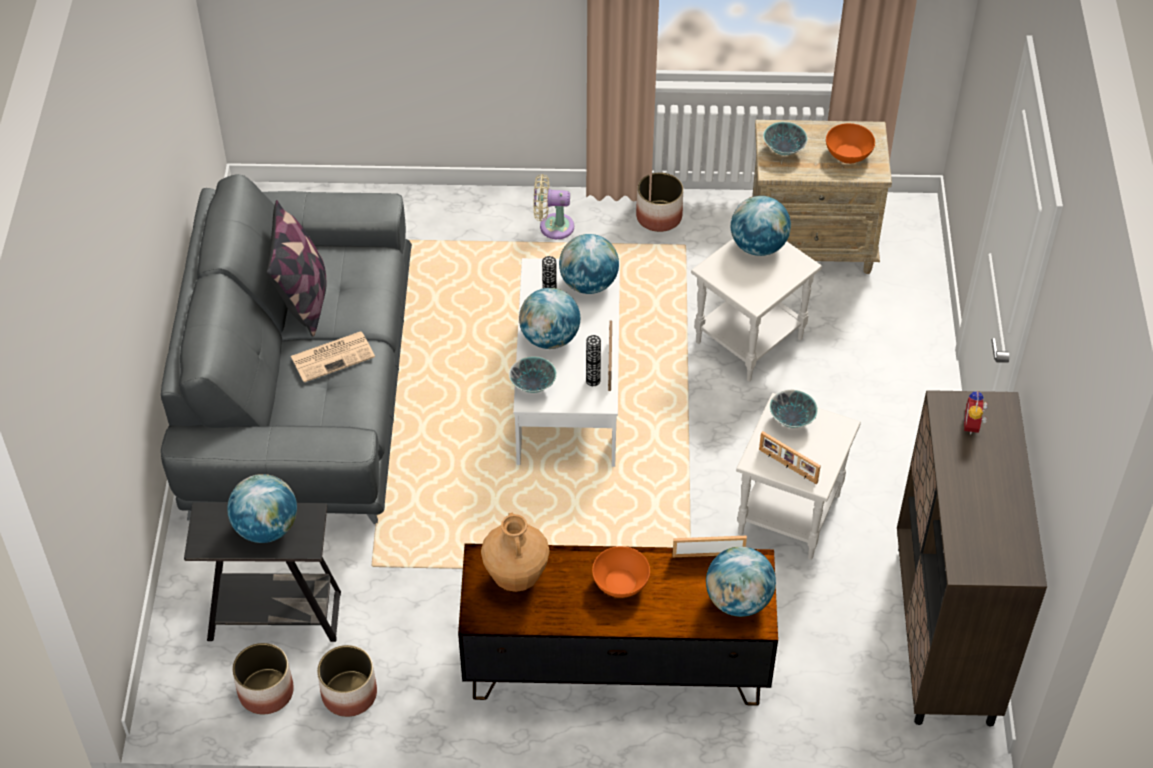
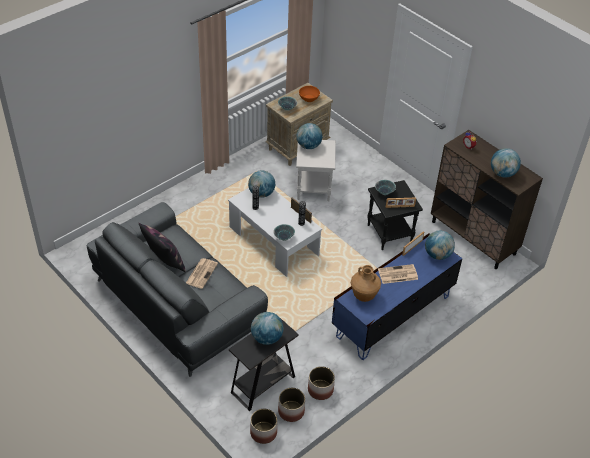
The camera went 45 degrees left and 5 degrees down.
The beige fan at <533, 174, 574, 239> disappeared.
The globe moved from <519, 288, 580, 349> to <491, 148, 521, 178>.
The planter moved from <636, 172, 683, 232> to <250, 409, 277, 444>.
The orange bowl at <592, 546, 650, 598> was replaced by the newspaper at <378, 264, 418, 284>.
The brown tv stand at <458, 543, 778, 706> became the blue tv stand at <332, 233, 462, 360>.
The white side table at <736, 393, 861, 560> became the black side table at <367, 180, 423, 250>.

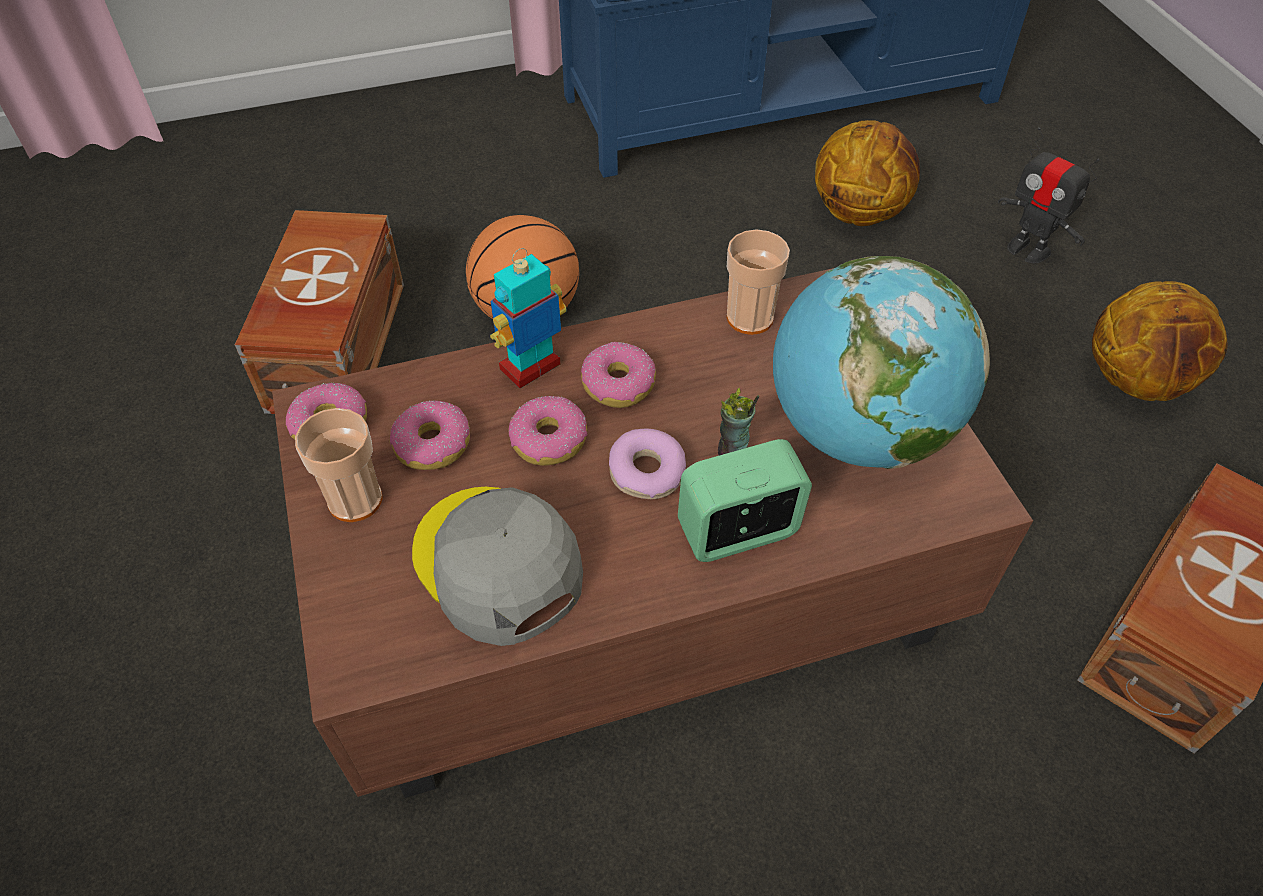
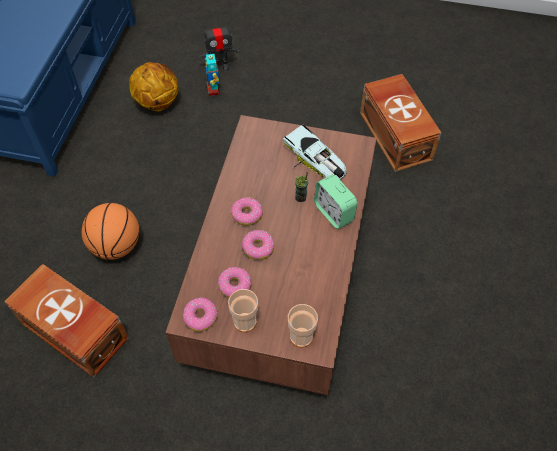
The camera went 60 degrees left and 5 degrees up.
The grey cap at <412, 487, 583, 646> disappeared.
The donut at <609, 429, 686, 499> disappeared.
The basketball at <1092, 281, 1228, 401> disappeared.
The toy robot moved from <490, 248, 567, 388> to <205, 54, 219, 96>.
The cup moved from <727, 229, 790, 335> to <288, 304, 318, 348>.
The globe at <773, 256, 990, 469> was replaced by the toy car at <283, 124, 347, 180>.
The alarm clock at <678, 439, 812, 562> turned 45 degrees counterclockwise.

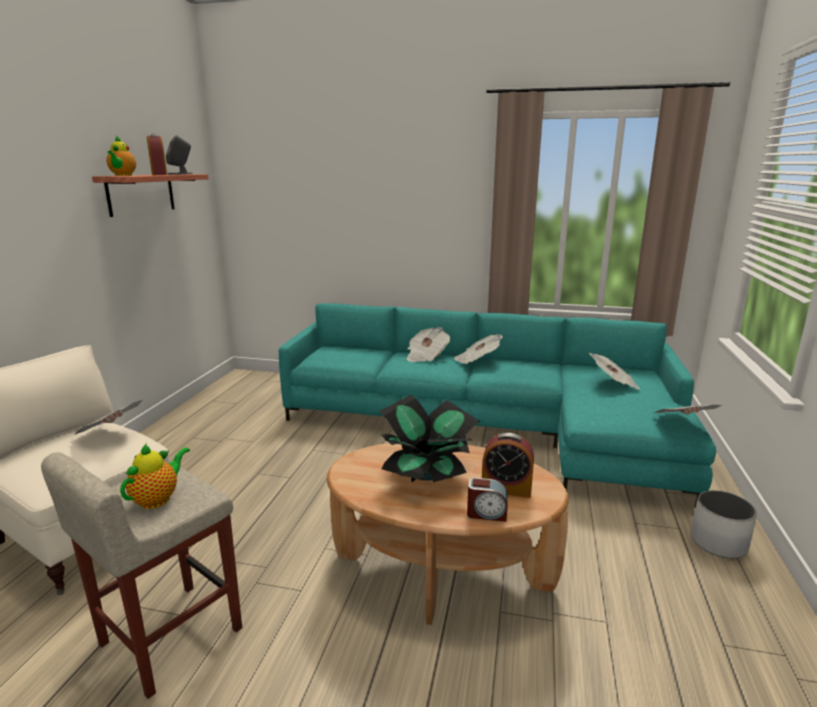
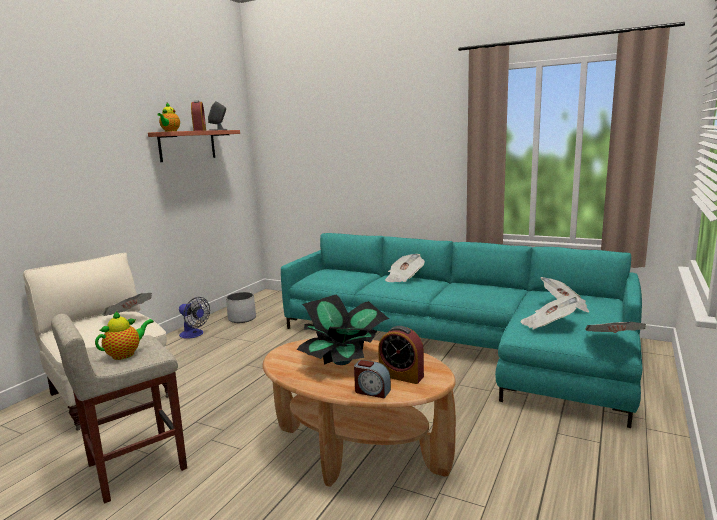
The camera went 15 degrees right and 5 degrees down.
The fan at <179, 297, 210, 339> appeared.
The newspaper moved from <454, 334, 503, 364> to <521, 296, 580, 329>.
The white planter moved from <690, 490, 757, 558> to <226, 292, 256, 323>.

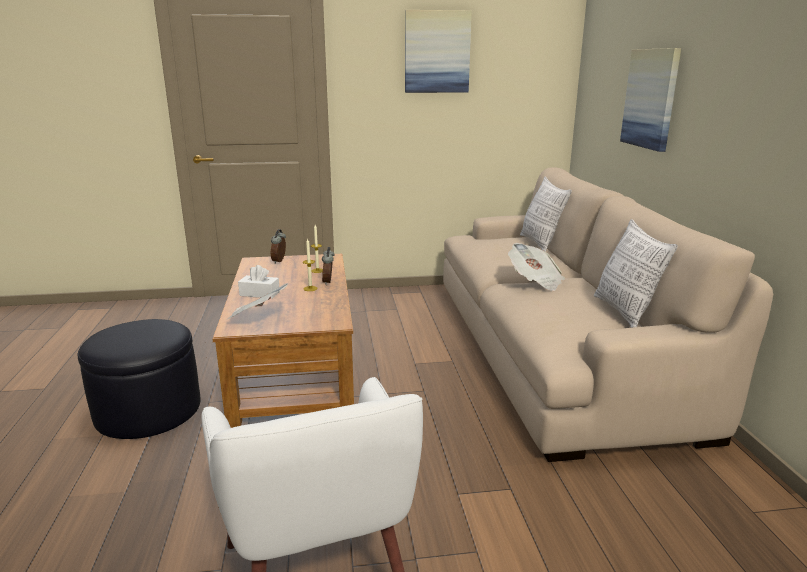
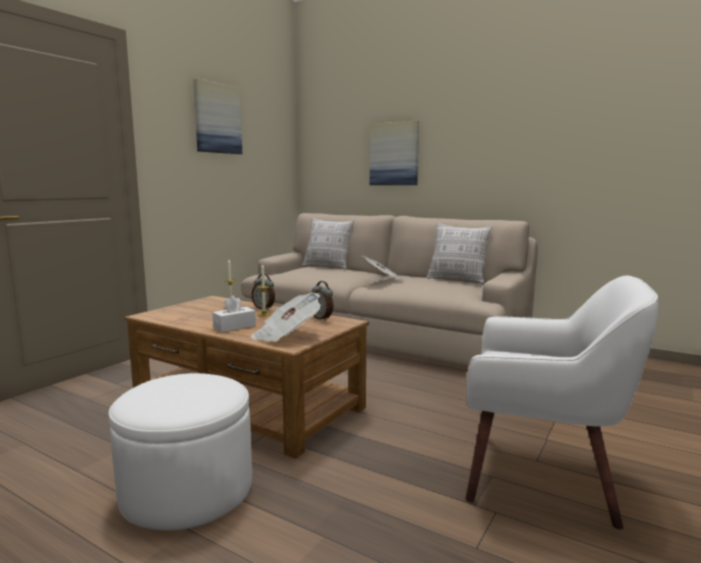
The camera went 50 degrees left and 10 degrees down.
The alarm clock moved from <271, 229, 286, 264> to <312, 281, 333, 321>.
The black ottoman at <78, 319, 200, 439> became the white ottoman at <108, 373, 252, 530>.

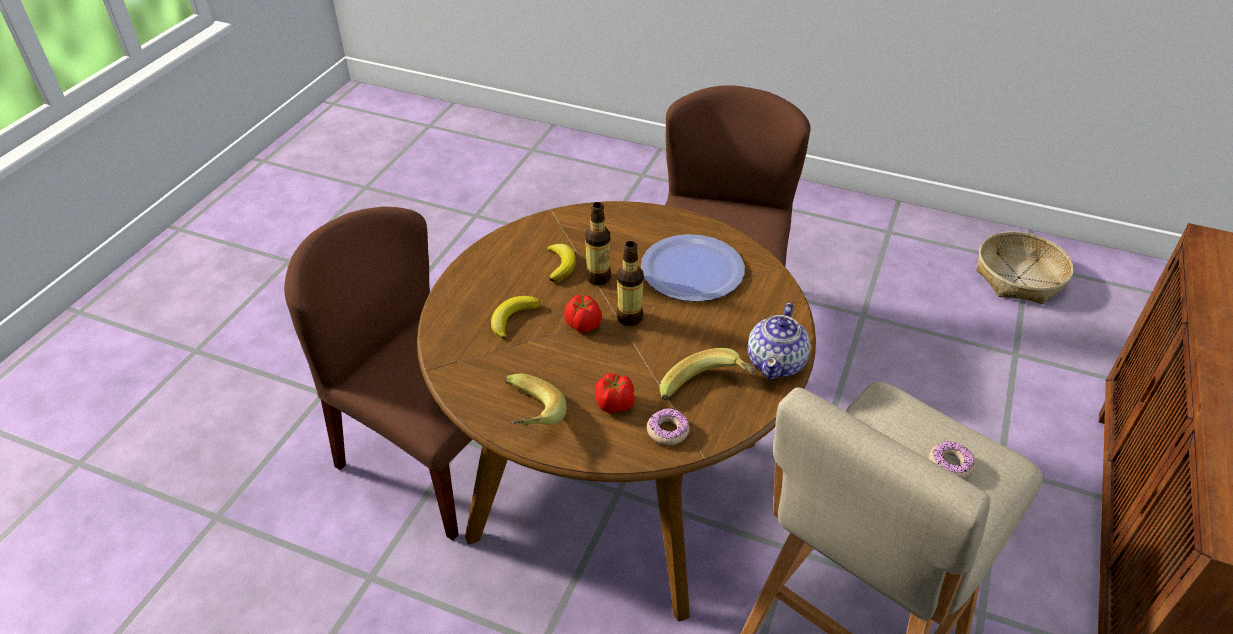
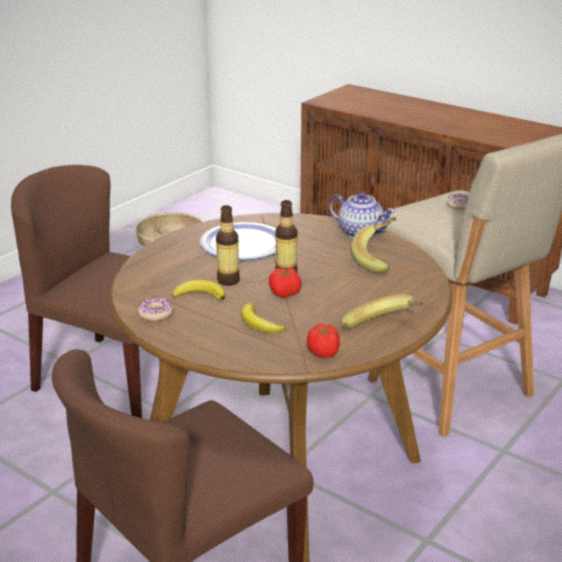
The camera went 75 degrees left and 15 degrees down.
The tomato moved from <595, 373, 635, 413> to <307, 323, 340, 358>.
The donut moved from <647, 408, 690, 445> to <138, 297, 173, 321>.

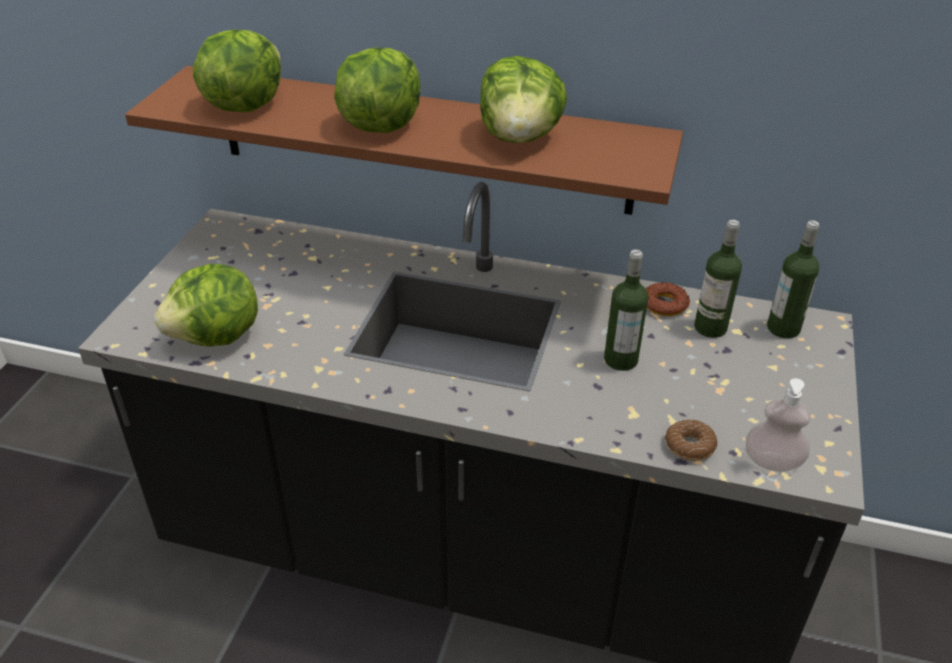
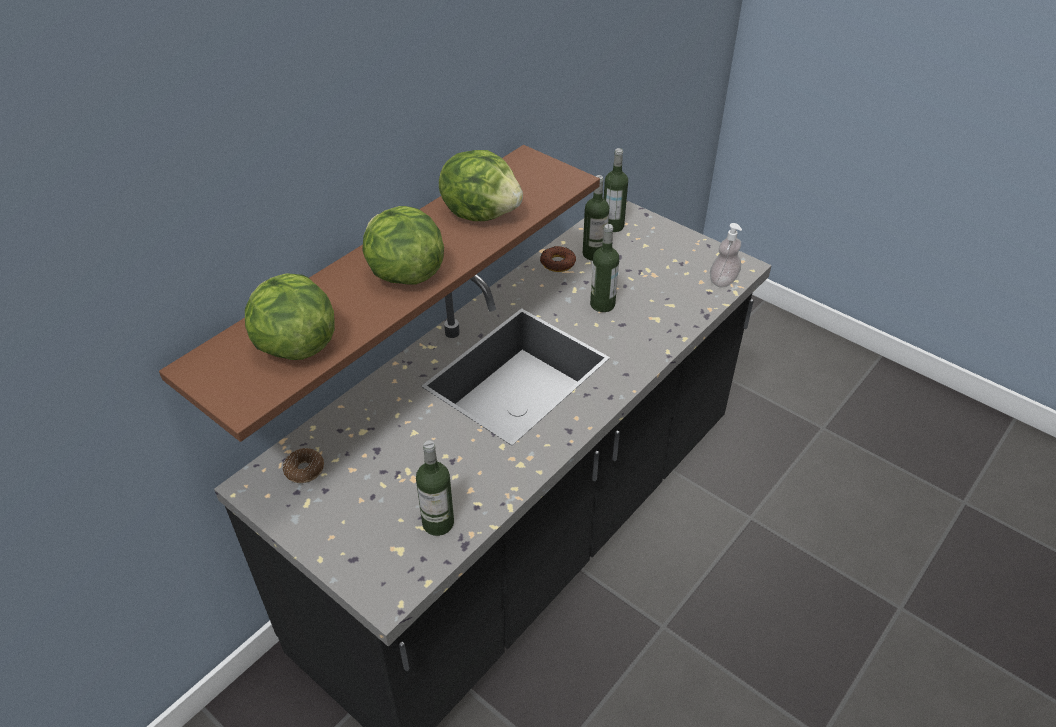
The camera went 65 degrees left and 5 degrees up.
The donut moved from <665, 419, 717, 461> to <283, 448, 324, 483>.
The lettuce at <154, 264, 258, 347> was replaced by the bottle at <416, 440, 454, 536>.

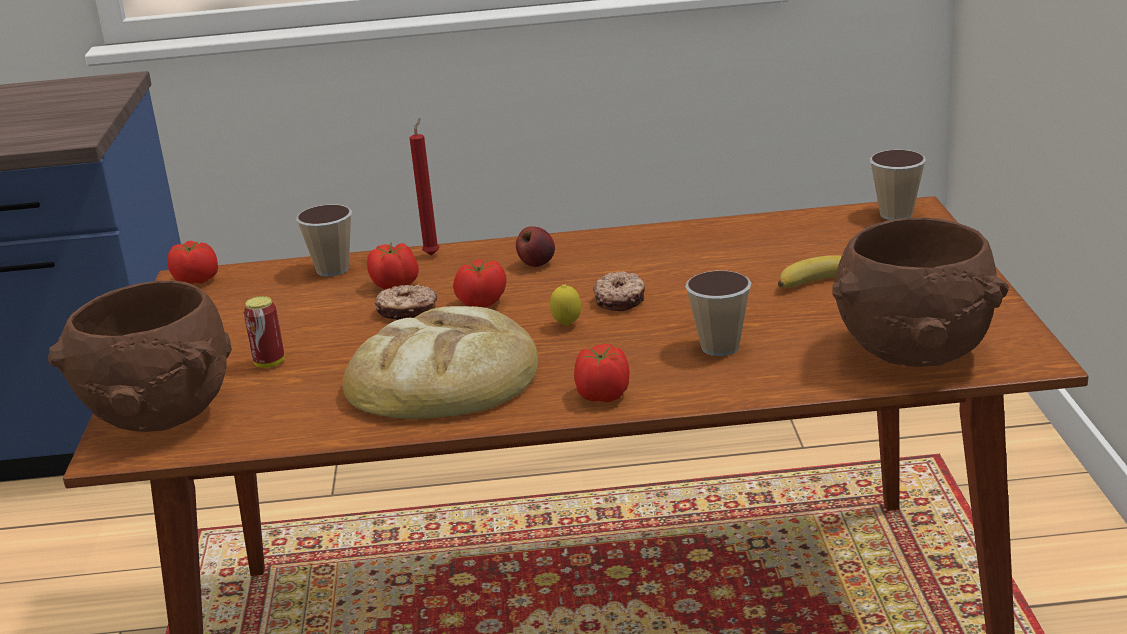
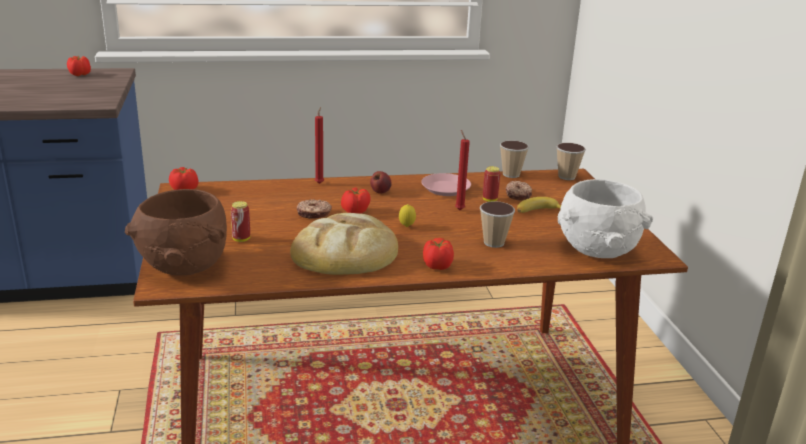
The camera went 10 degrees left and 0 degrees up.
The pink plate at <421, 173, 471, 196> appeared.
The red candle at <455, 130, 470, 210> appeared.
The can at <483, 166, 500, 202> appeared.
The cup moved from <296, 204, 352, 277> to <500, 140, 529, 178>.
The tomato moved from <367, 242, 419, 290> to <67, 56, 91, 76>.
The donut moved from <593, 271, 645, 311> to <506, 181, 532, 201>.
The brown bowl at <832, 218, 1009, 367> became the white bowl at <558, 179, 653, 258>.

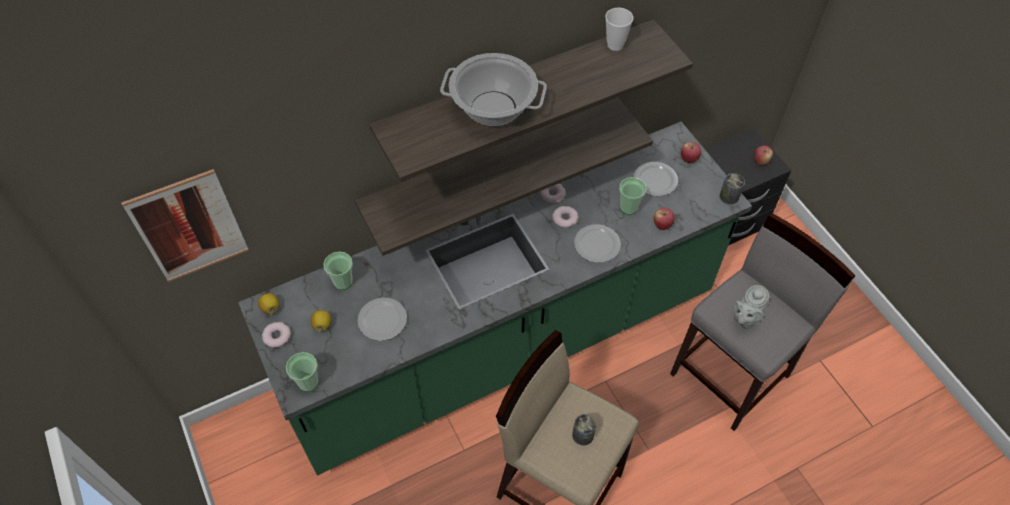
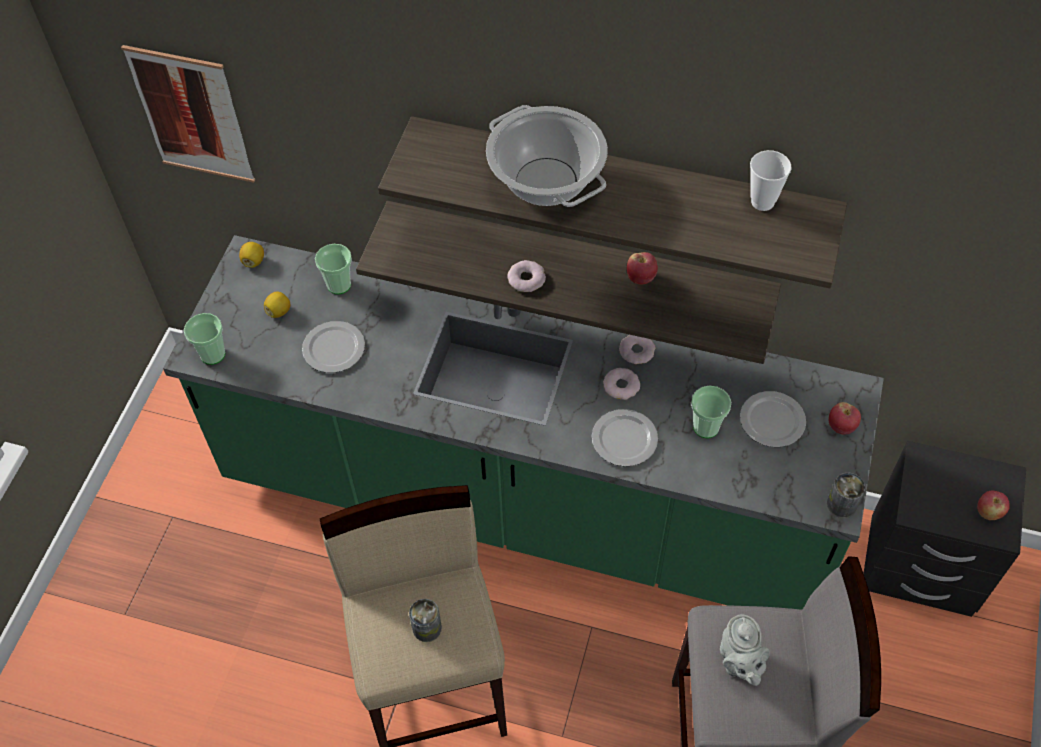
The camera went 45 degrees right and 0 degrees up.
The donut moved from <262, 322, 291, 348> to <507, 260, 546, 292>.
The apple moved from <654, 207, 675, 230> to <627, 252, 658, 285>.
The grey teapot at <733, 285, 769, 329> turned 90 degrees counterclockwise.

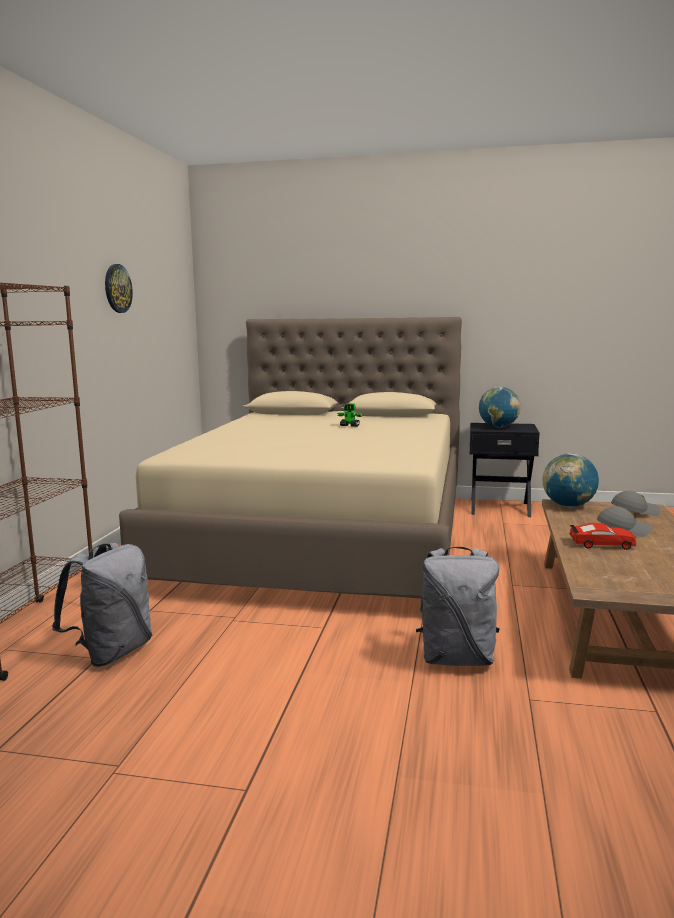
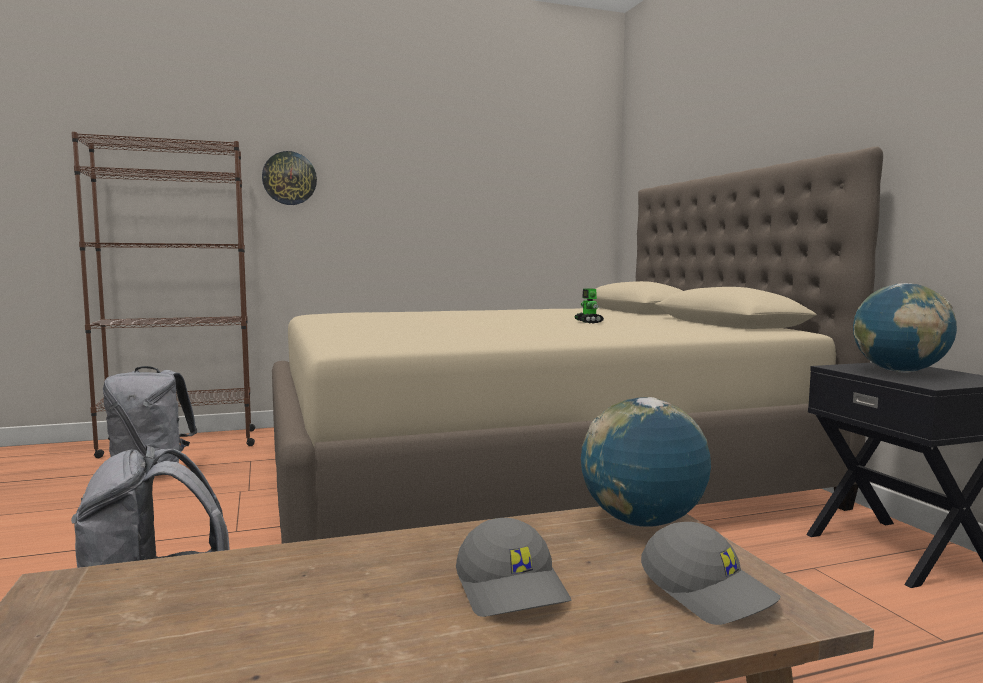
The camera went 60 degrees right and 5 degrees down.
The red toy car at <569, 523, 636, 550> disappeared.
The wall clock moved from <105, 264, 133, 313> to <262, 151, 317, 205>.

